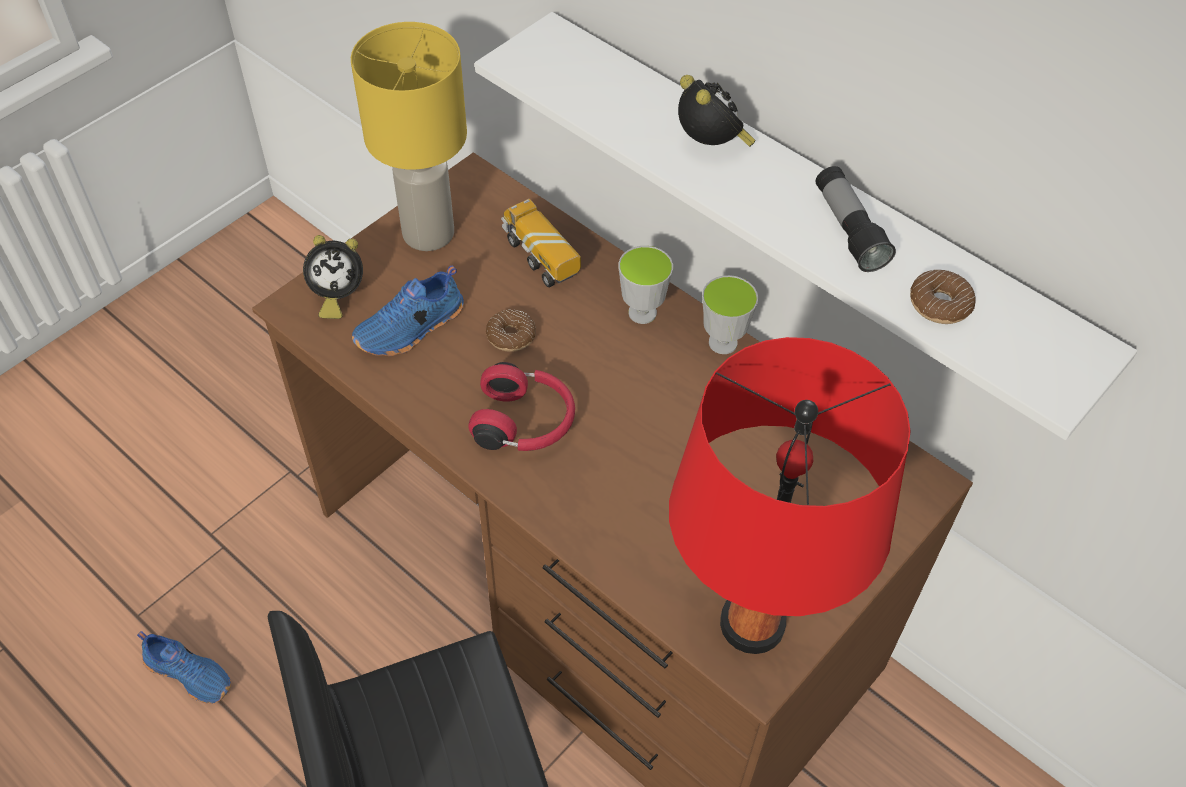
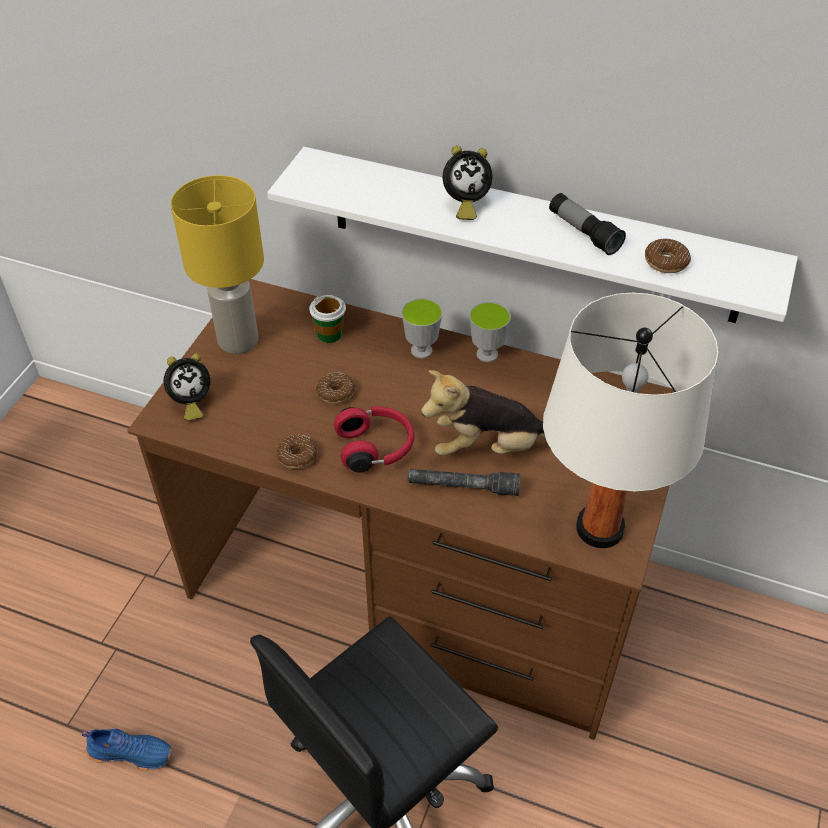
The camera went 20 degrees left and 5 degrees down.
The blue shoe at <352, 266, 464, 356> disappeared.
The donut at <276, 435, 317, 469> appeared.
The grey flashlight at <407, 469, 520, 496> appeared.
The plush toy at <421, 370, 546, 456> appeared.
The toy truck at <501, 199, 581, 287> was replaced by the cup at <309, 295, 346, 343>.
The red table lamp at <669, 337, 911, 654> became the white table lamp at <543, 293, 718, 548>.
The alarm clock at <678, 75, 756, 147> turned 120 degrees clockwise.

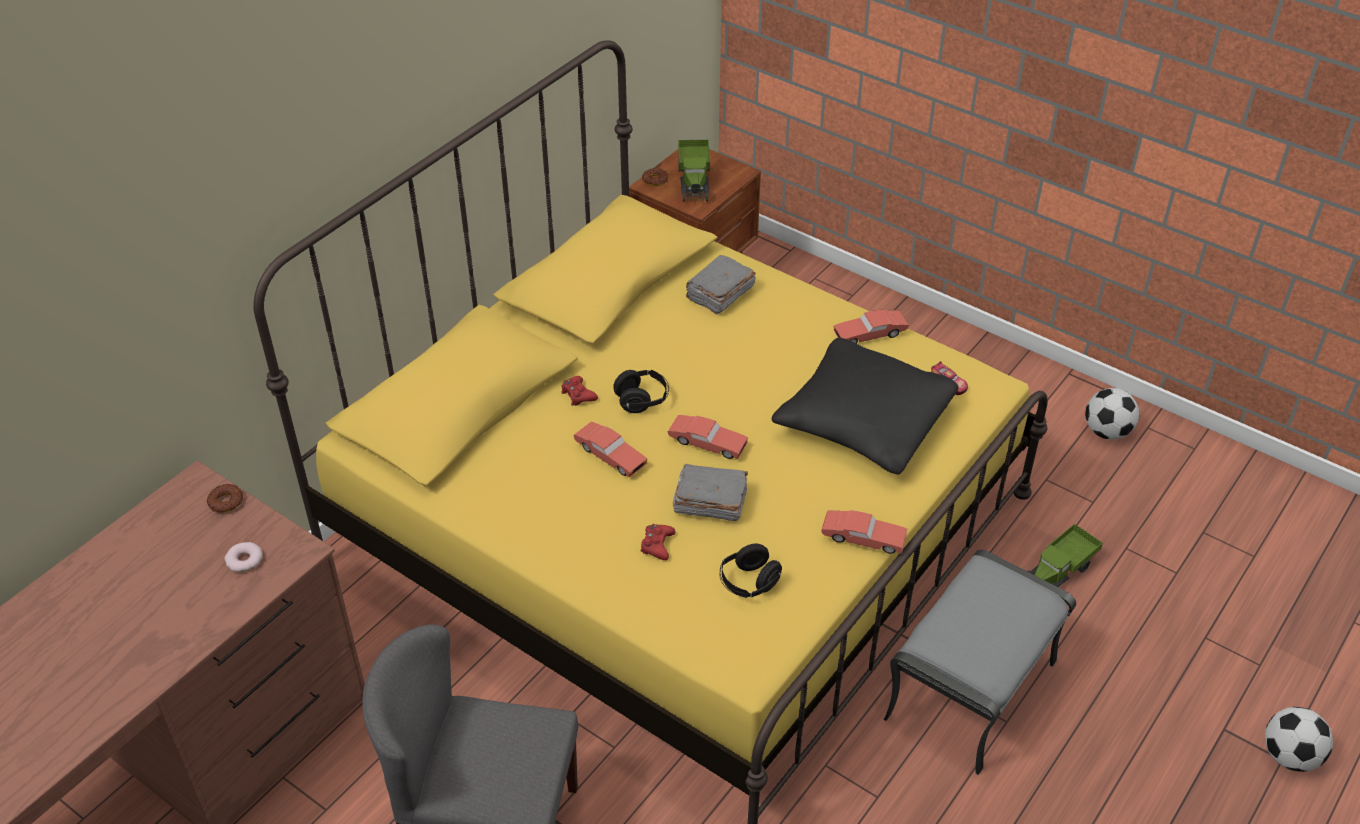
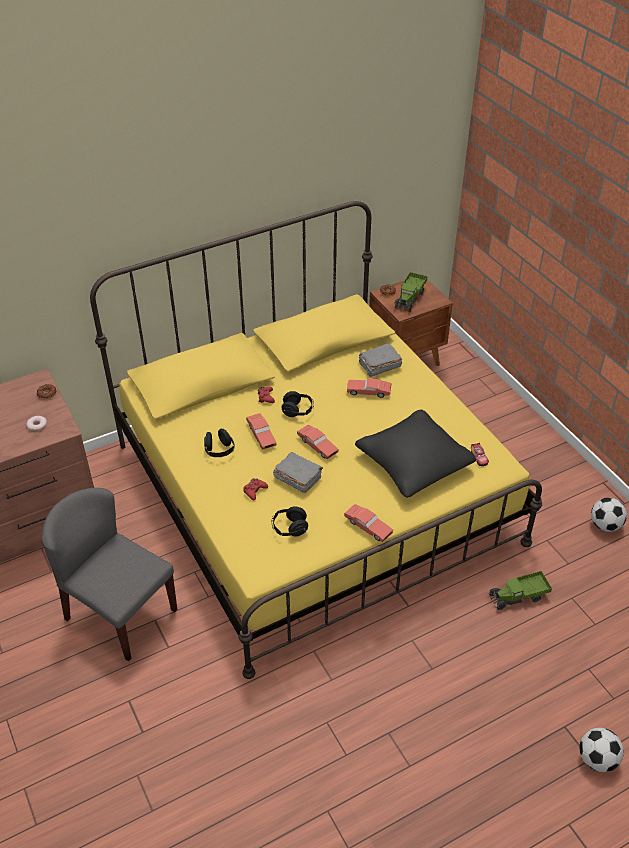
The camera went 25 degrees right and 0 degrees up.
The grey ottoman at <883, 550, 1076, 775> disappeared.
The black headphones at <204, 429, 235, 457> appeared.
The red toy car moved from <834, 309, 909, 344> to <347, 378, 391, 398>.

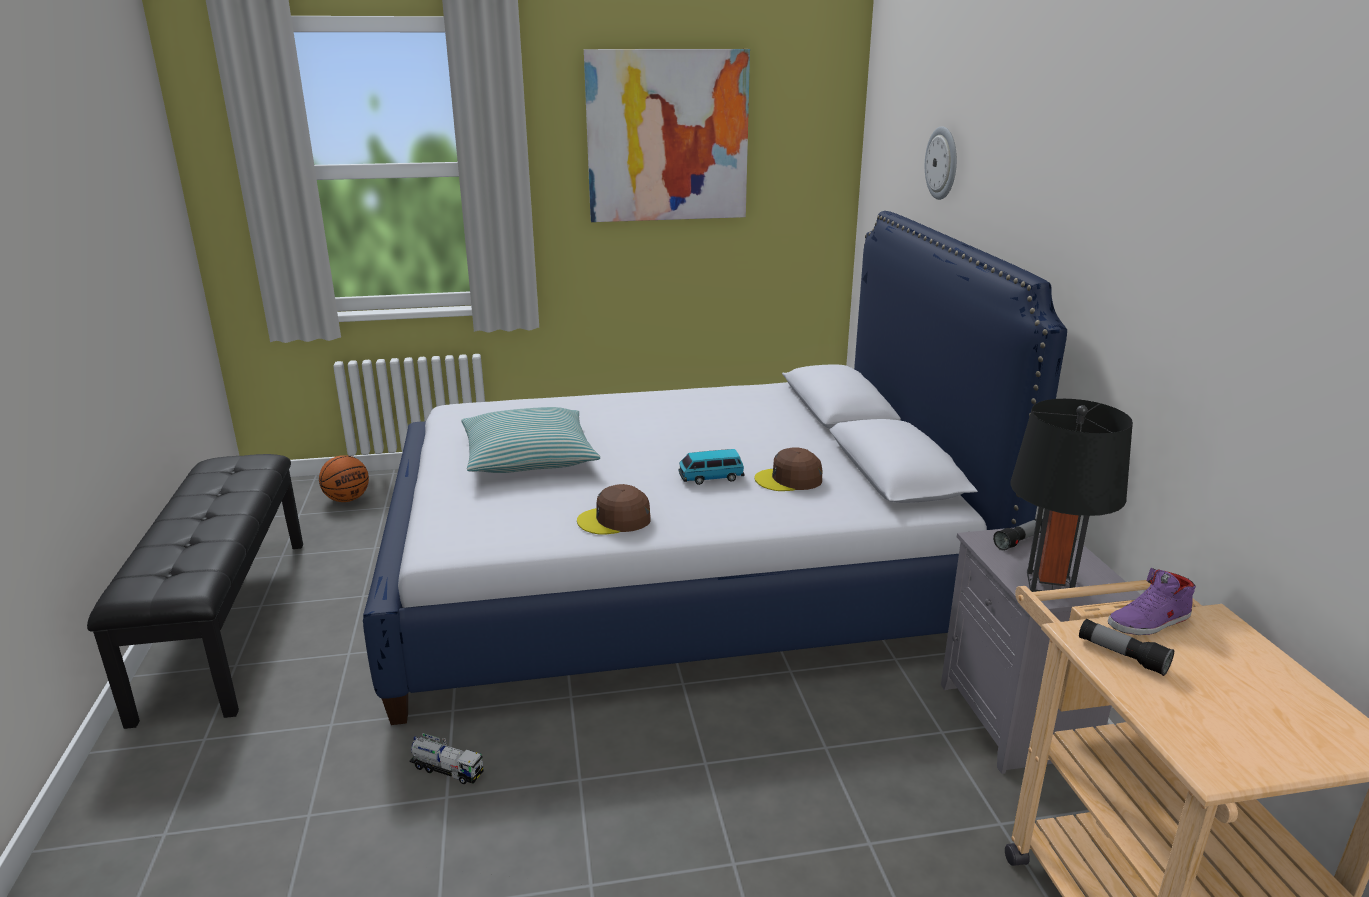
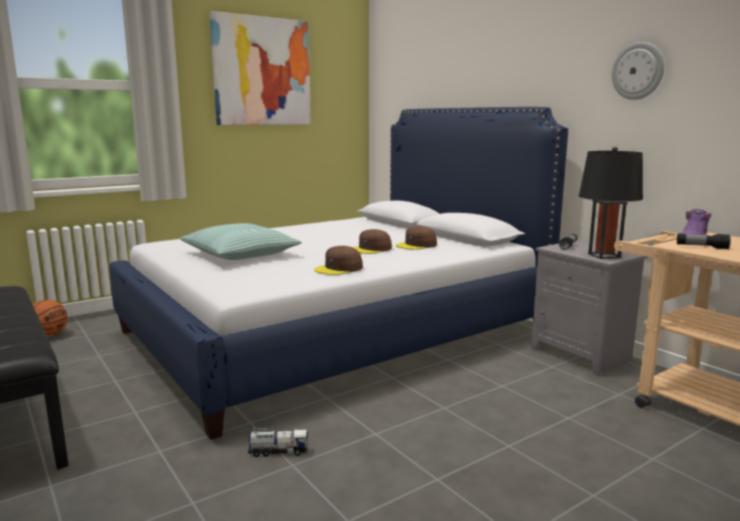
The camera went 25 degrees left and 10 degrees down.
The wall clock moved from <925, 126, 957, 200> to <612, 42, 664, 100>.
The toy car at <678, 449, 744, 485> was replaced by the brown cap at <353, 229, 392, 254>.

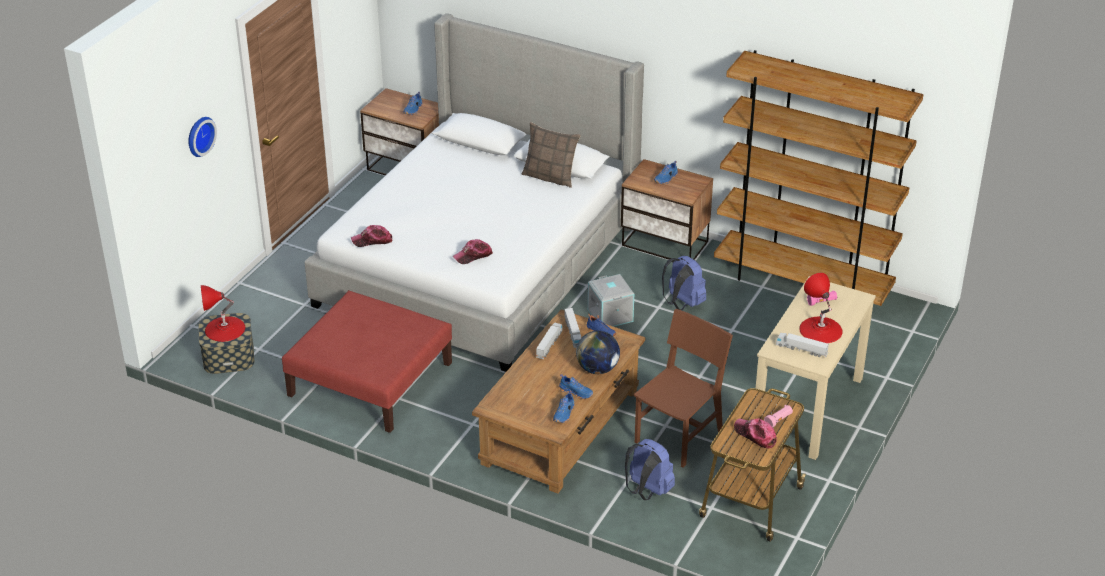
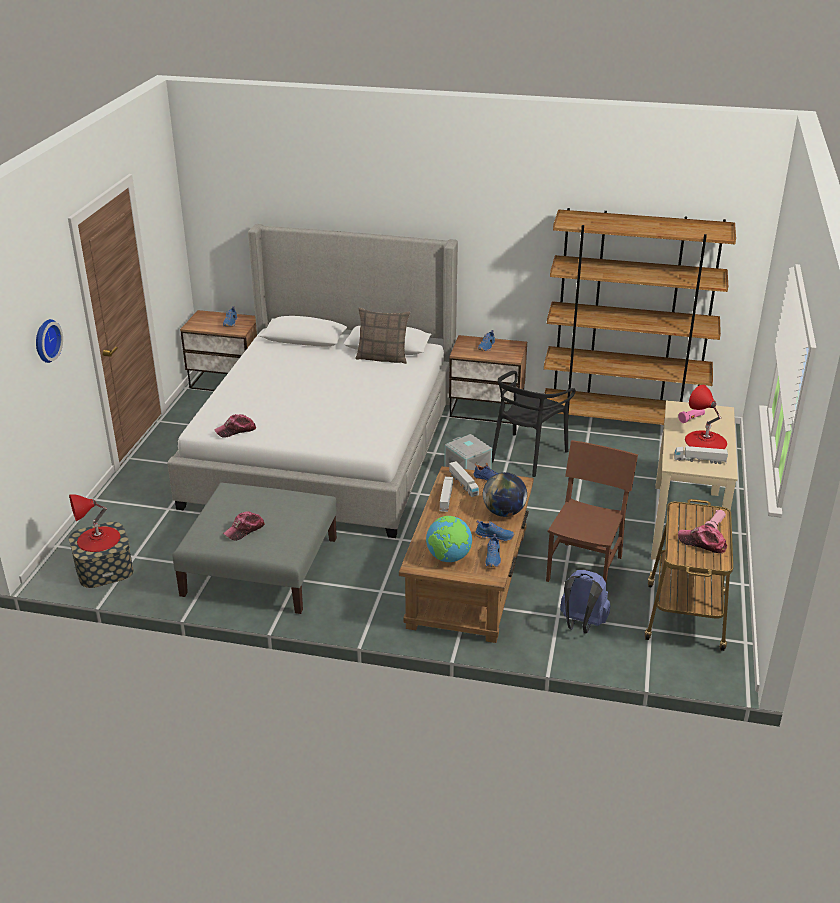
The camera went 15 degrees left and 5 degrees down.
The globe at <426, 516, 472, 562> appeared.
The cap moved from <453, 239, 493, 264> to <223, 511, 265, 541>.
The blue backpack at <662, 256, 706, 310> was replaced by the black chair at <492, 371, 576, 477>.
The red ottoman at <282, 290, 452, 433> became the grey ottoman at <172, 482, 337, 614>.

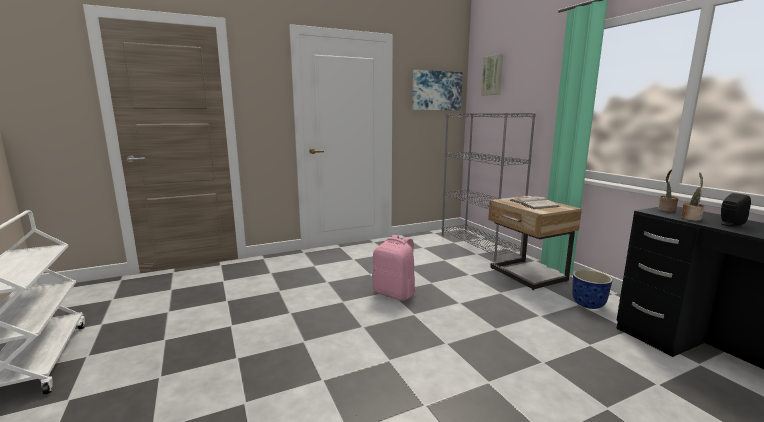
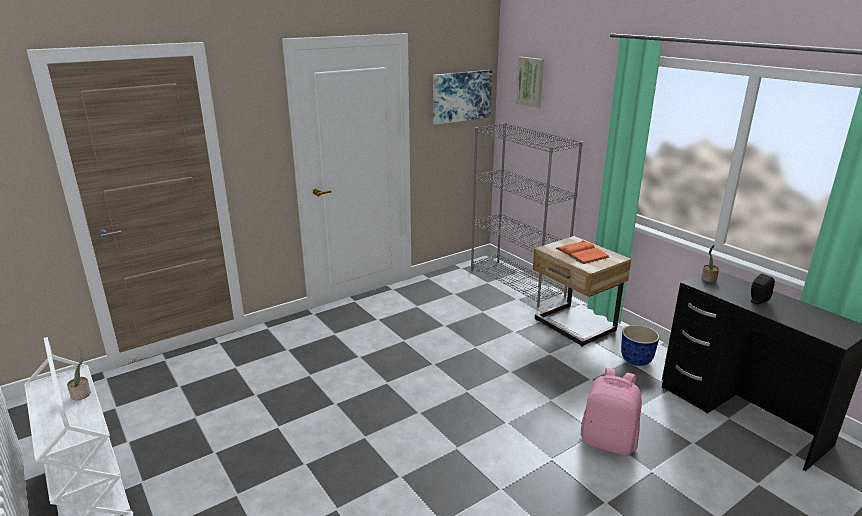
The camera went 10 degrees left and 10 degrees up.
The pink backpack moved from <372, 235, 416, 301> to <581, 368, 642, 456>.
The potted plant moved from <681, 172, 704, 221> to <67, 347, 91, 400>.
The white book at <509, 195, 560, 209> became the orange book at <555, 240, 610, 264>.

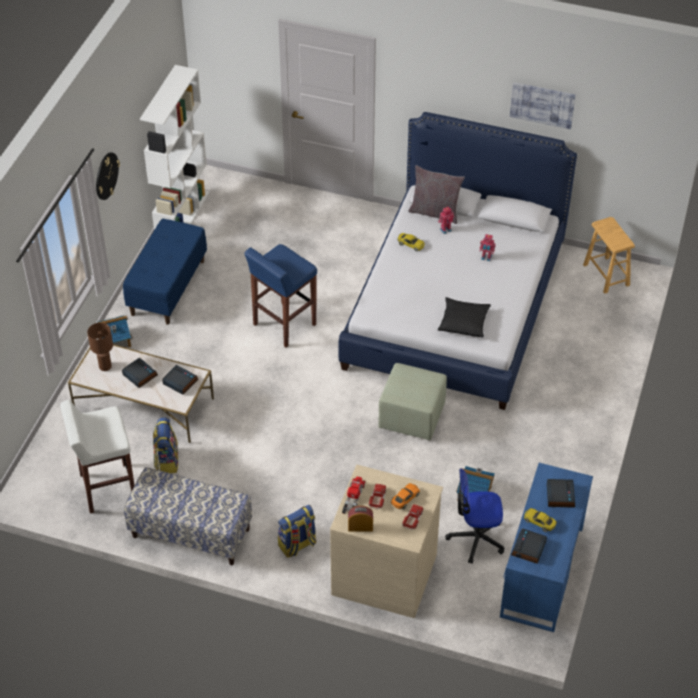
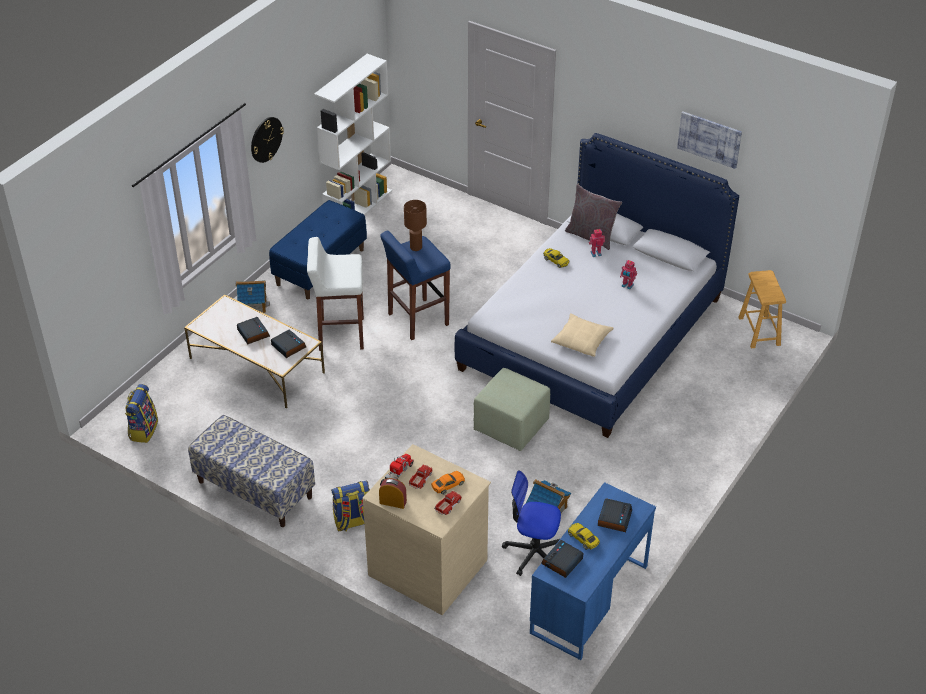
The camera went 15 degrees right and 5 degrees down.
The white stool moved from <60, 400, 135, 513> to <307, 237, 364, 351>.
The brown table lamp moved from <87, 323, 113, 371> to <404, 200, 427, 251>.
The backpack moved from <153, 417, 178, 473> to <125, 384, 158, 443>.
The black pillow at <438, 297, 491, 338> became the beige pillow at <551, 313, 614, 357>.

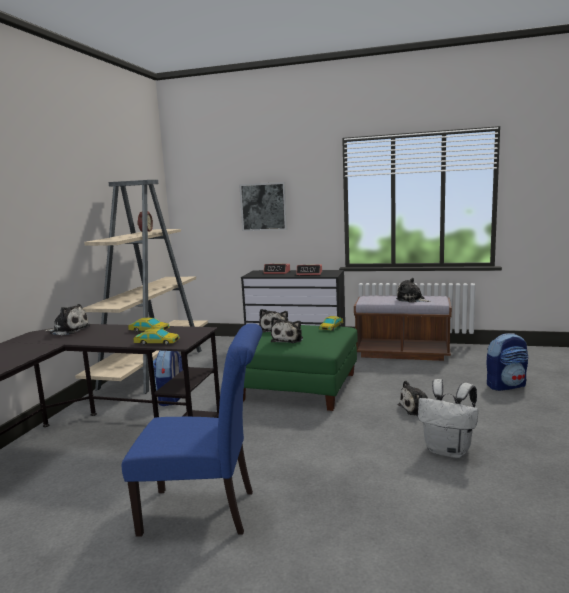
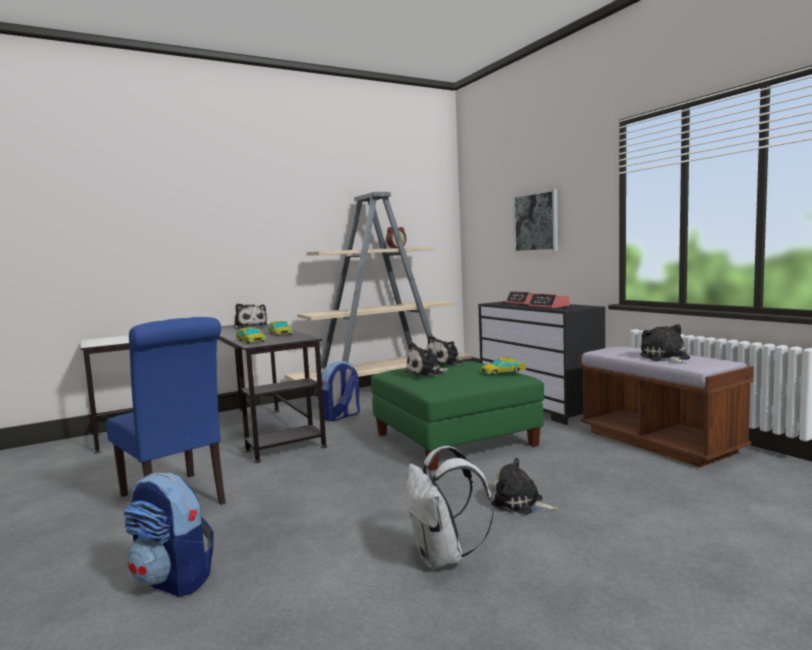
The camera went 45 degrees right and 5 degrees down.
The backpack moved from <487, 333, 528, 391> to <123, 472, 214, 597>.

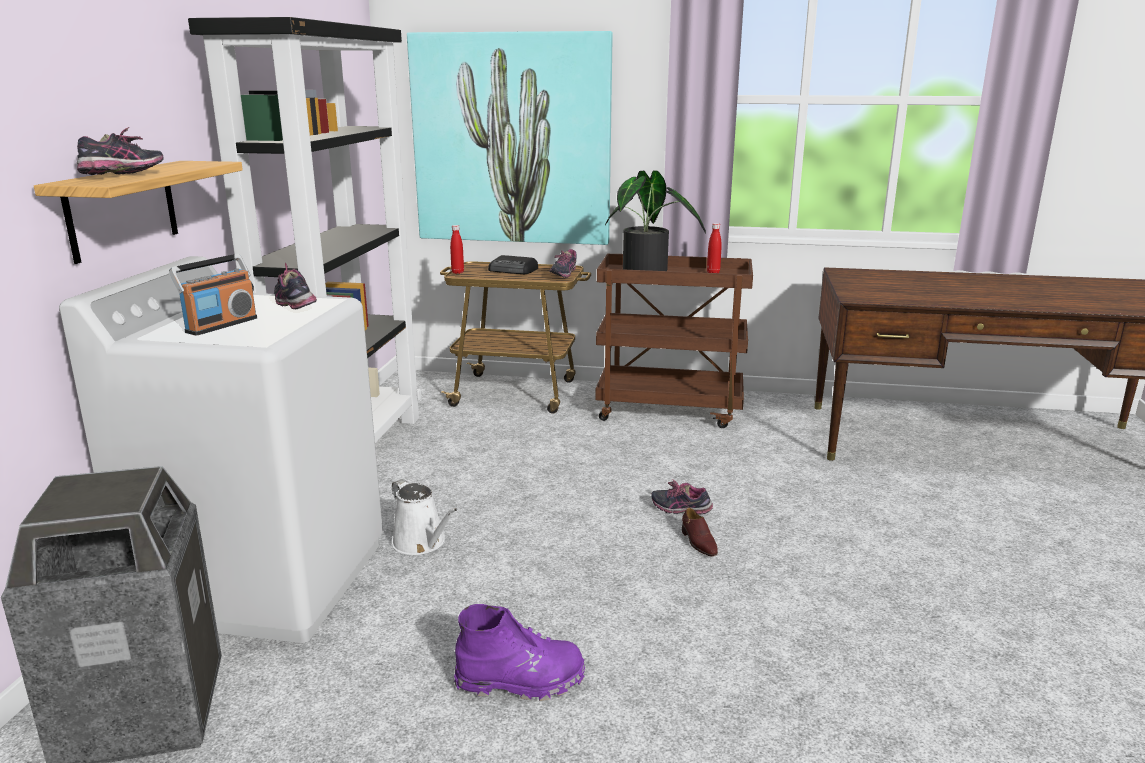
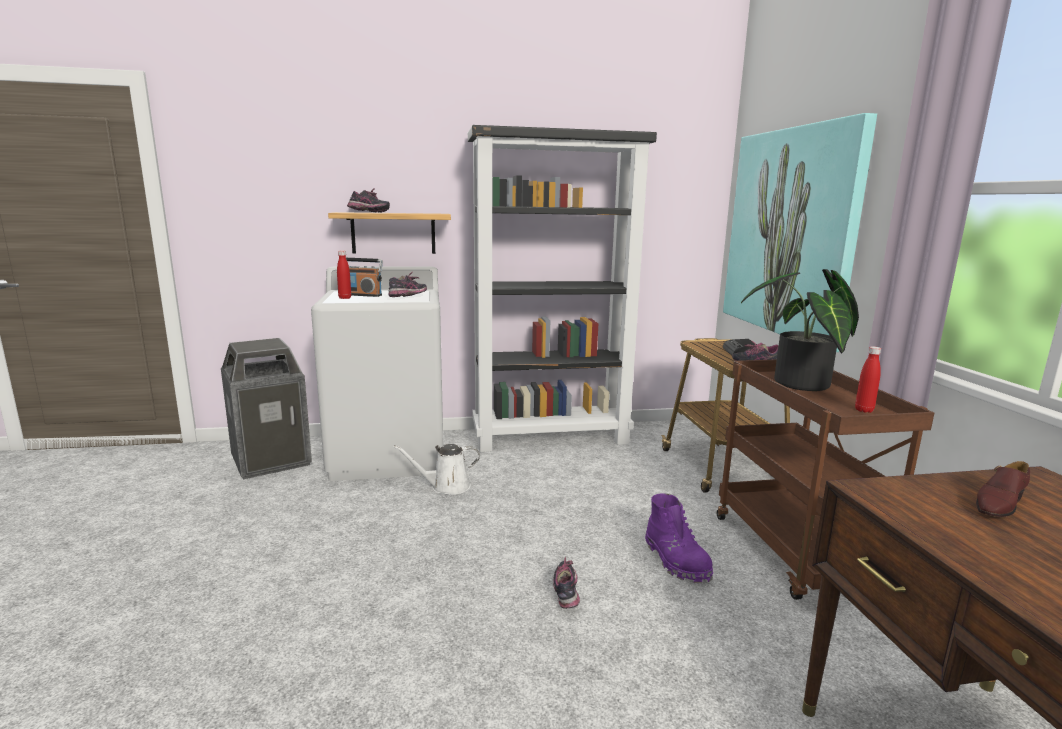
The camera went 70 degrees right and 5 degrees down.
The red bottle moved from <450, 225, 464, 274> to <337, 251, 351, 299>.
The purple boot moved from <454, 604, 585, 701> to <645, 493, 713, 583>.
The brown shoe moved from <682, 508, 718, 556> to <976, 461, 1030, 517>.
The white watering can at <392, 479, 457, 555> turned 45 degrees clockwise.

